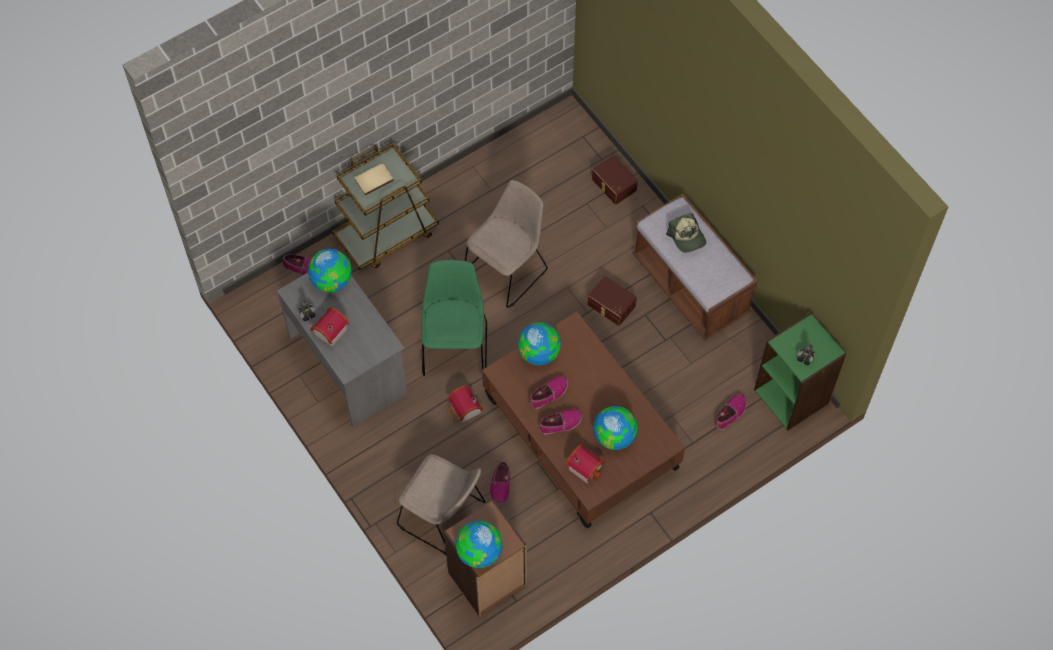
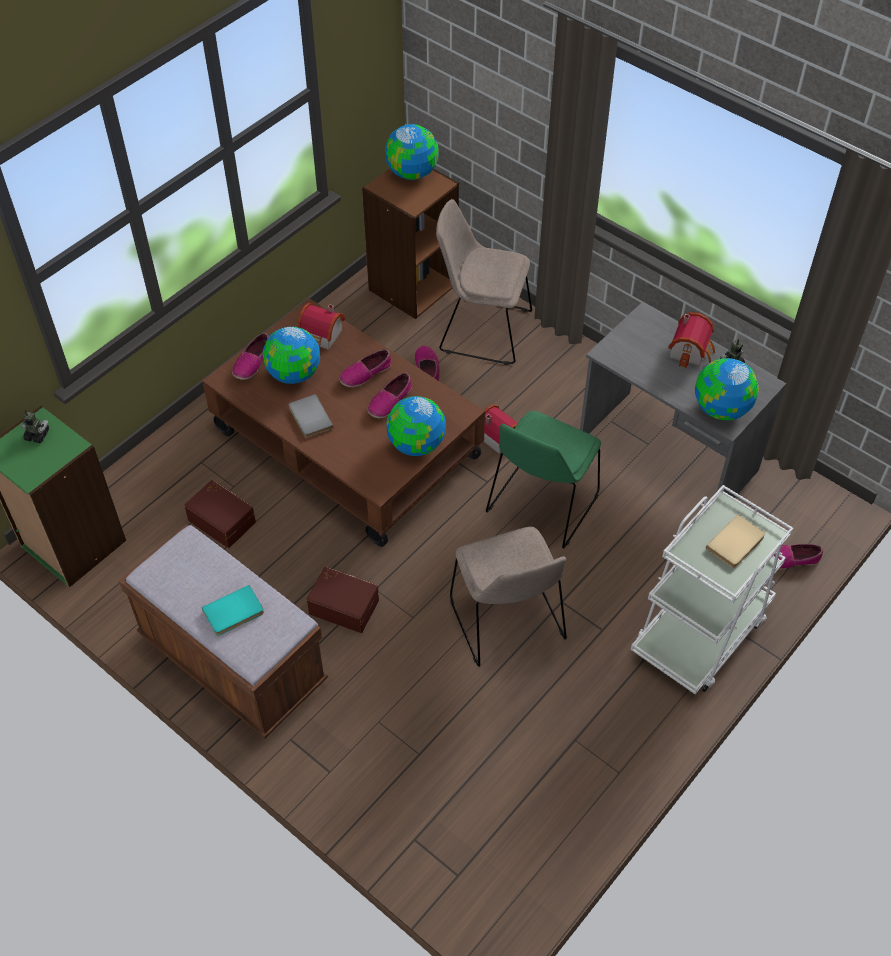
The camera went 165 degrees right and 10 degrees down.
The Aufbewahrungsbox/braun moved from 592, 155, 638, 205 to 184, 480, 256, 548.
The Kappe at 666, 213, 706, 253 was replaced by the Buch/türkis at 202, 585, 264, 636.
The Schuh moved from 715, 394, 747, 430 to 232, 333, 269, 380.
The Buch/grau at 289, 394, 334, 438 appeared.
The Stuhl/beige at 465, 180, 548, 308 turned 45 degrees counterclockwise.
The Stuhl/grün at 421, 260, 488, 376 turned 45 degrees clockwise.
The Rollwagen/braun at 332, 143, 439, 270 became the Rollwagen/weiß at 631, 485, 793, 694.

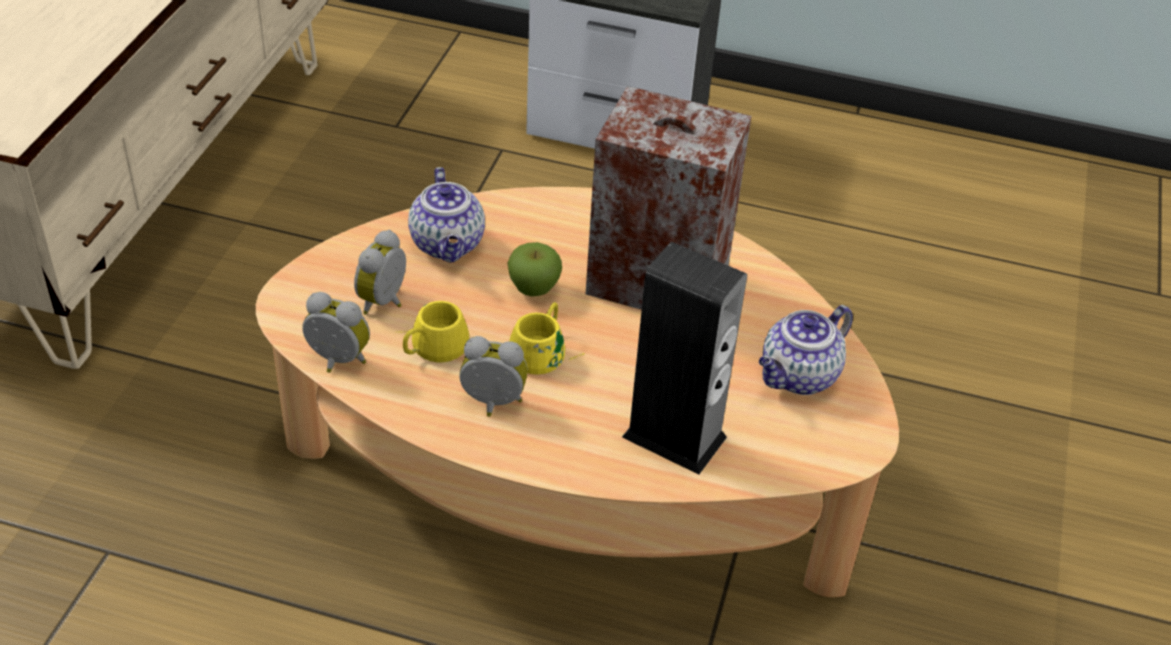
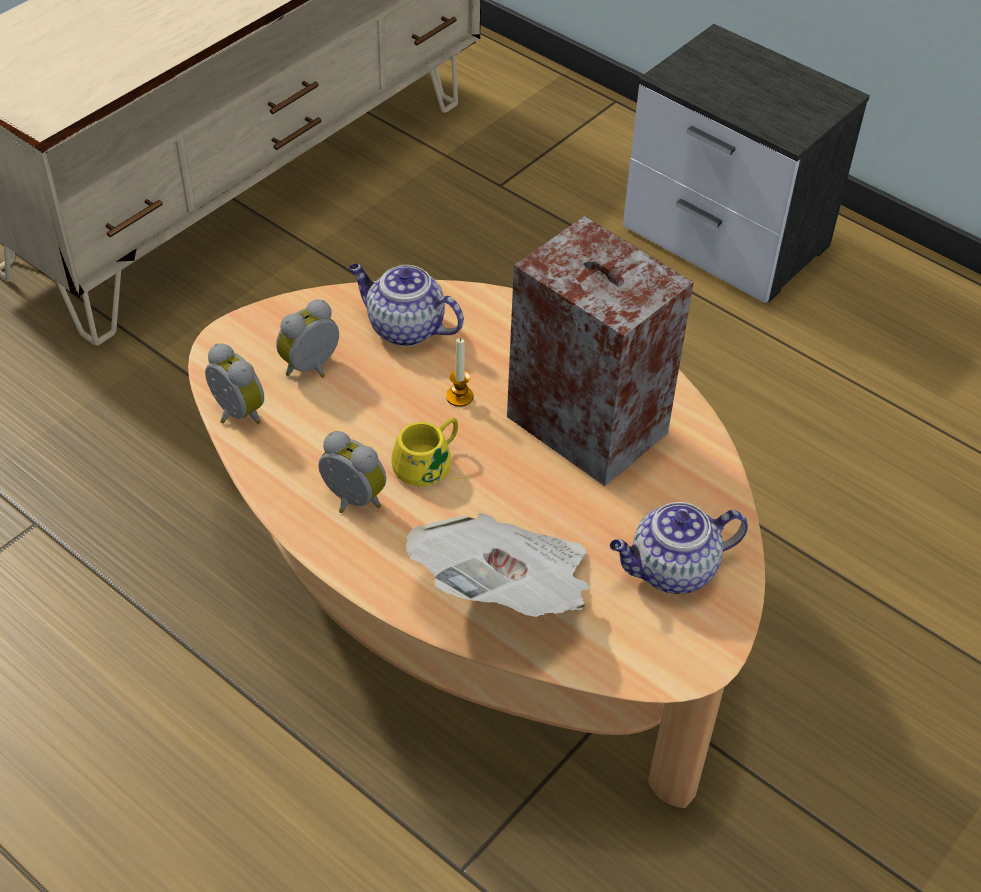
The camera went 25 degrees right and 5 degrees up.
The Teekanne at 408, 167, 485, 263 turned 105 degrees clockwise.
The Lautsprecher at 622, 242, 747, 475 was replaced by the Zeitung at 406, 513, 590, 617.
The Apfel at 507, 242, 562, 296 was replaced by the Kerze at 446, 338, 474, 407.
The Henkelbecher/gelb at 397, 301, 469, 362 disappeared.

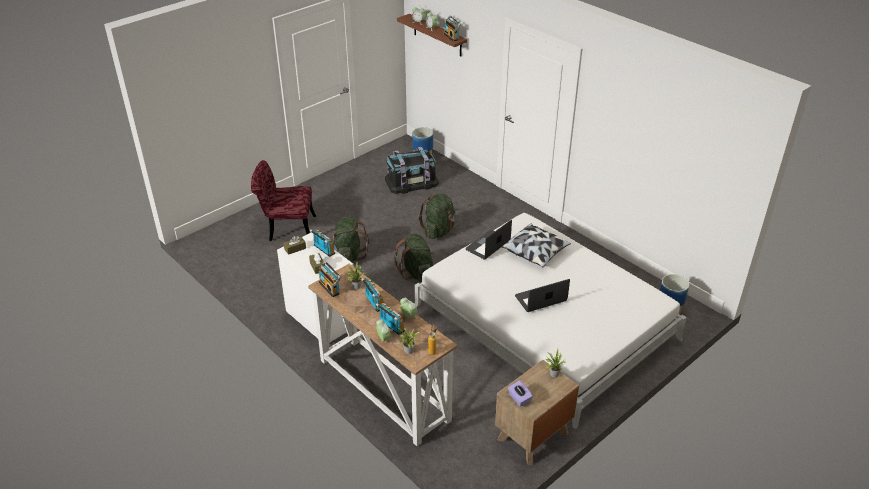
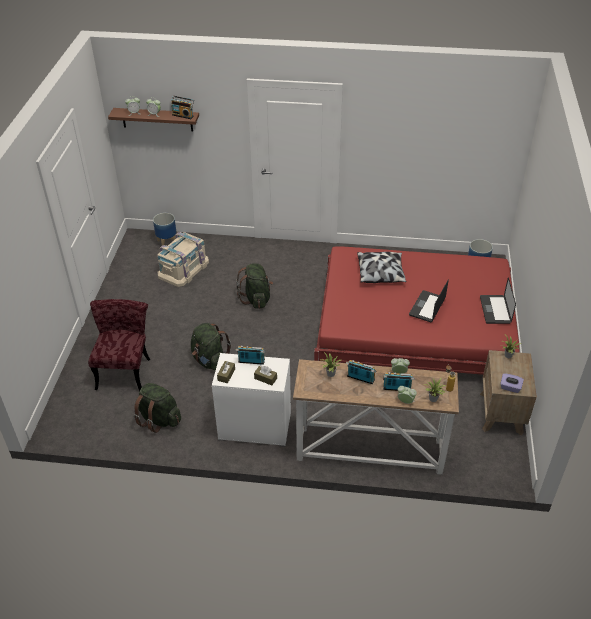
The camera went 40 degrees left and 5 degrees up.
The Stuhl/rot at 251, 160, 316, 241 turned 135 degrees clockwise.
The Rucksack/grün moved from 394, 234, 434, 282 to 134, 383, 181, 433.
The Aufbewahrungsbox/schwarz at 385, 147, 439, 194 became the Aufbewahrungsbox/beige at 157, 232, 209, 287.
The Bett/weiß at 414, 213, 687, 429 became the Bett/rot at 314, 246, 519, 375.
The Laptop moved from 466, 219, 512, 260 to 480, 277, 516, 324.
The Radio at 319, 261, 341, 297 disappeared.

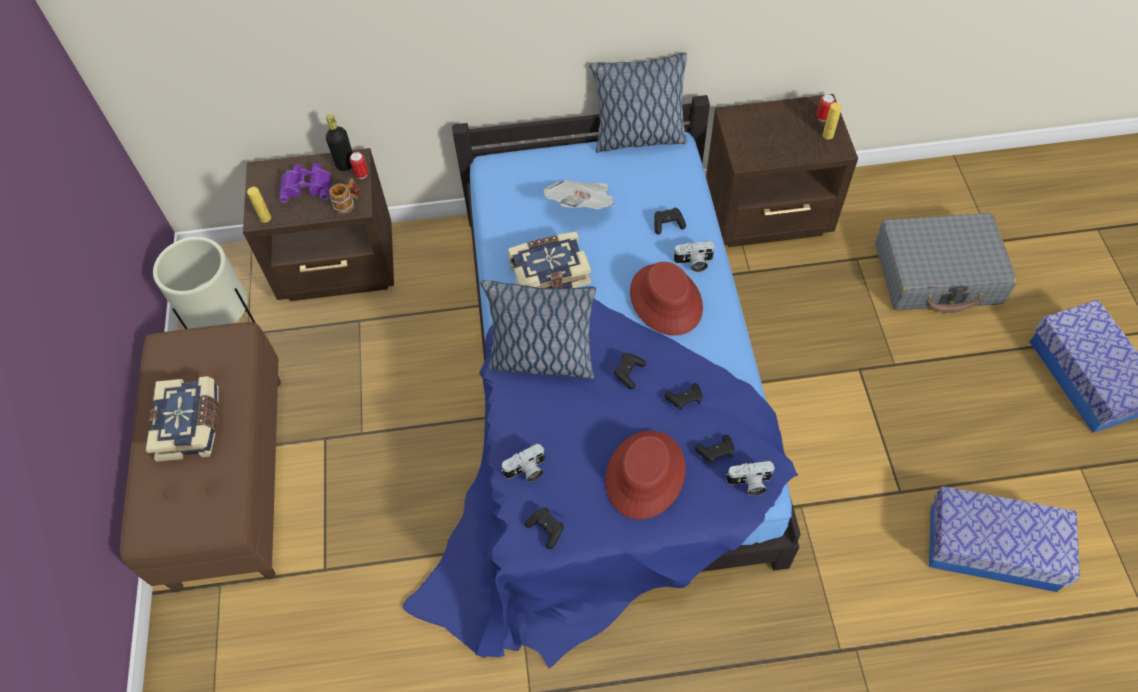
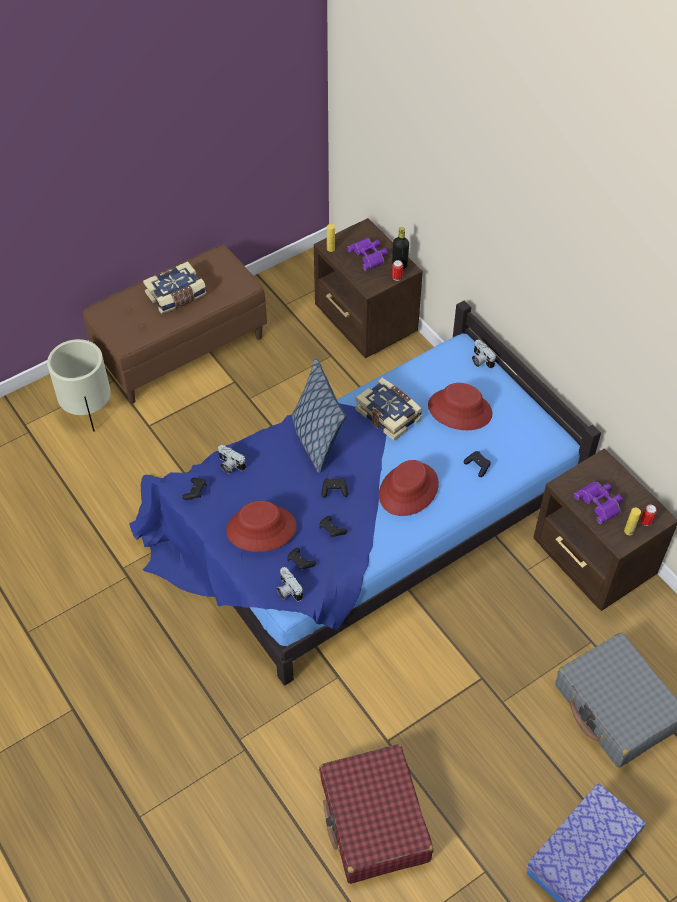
The camera went 60 degrees right and 5 degrees down.
The Pflanzkübel/beige moved from 153, 237, 256, 329 to 47, 339, 111, 432.
The Aufbewahrungsbox at 929, 486, 1080, 592 was replaced by the Koffer/rot at 319, 744, 433, 884.
The Zeitung at 544, 180, 614, 209 was replaced by the Hut/rot at 428, 383, 492, 430.
The Kamera moved from 673, 241, 715, 272 to 472, 340, 496, 369.
The Fernglas/lila at 574, 482, 623, 524 appeared.
The Henkelbecher at 329, 178, 360, 214 disappeared.
The Kissen at 589, 53, 687, 153 disappeared.

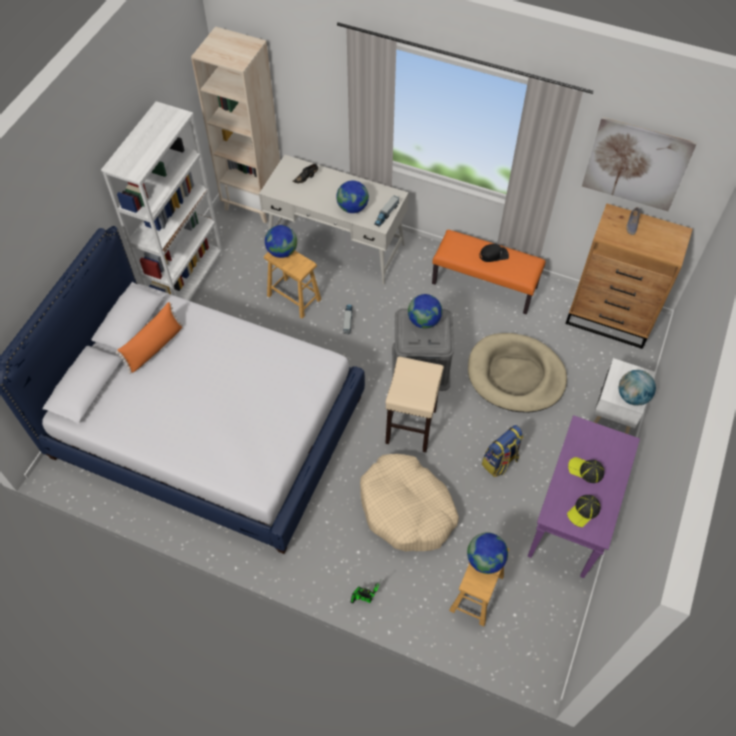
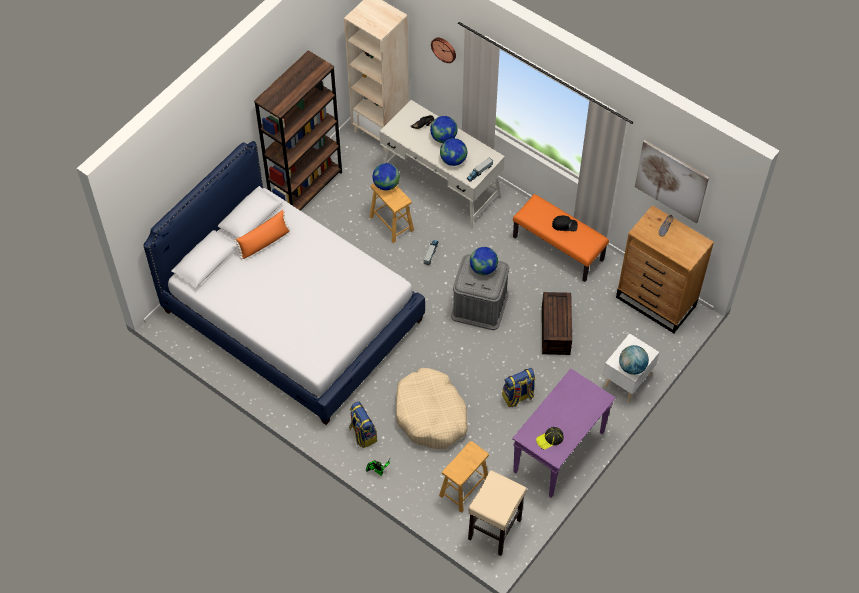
The camera went 15 degrees right and 0 degrees up.
The Bücherregal/weiß at 101, 101, 223, 301 became the Bücherregal/braun at 254, 50, 342, 211.
The Rucksack at 349, 401, 377, 448 appeared.
The Globus moved from 467, 532, 508, 574 to 430, 116, 458, 143.
The Wanduhr at 431, 38, 456, 63 appeared.
The Hocker/beige moved from 385, 356, 444, 452 to 468, 470, 527, 556.
The Hundebett/beige at 468, 333, 567, 413 was replaced by the Aufbewahrungsbox/braun at 542, 292, 572, 355.
The Kappe at 568, 457, 604, 483 disappeared.

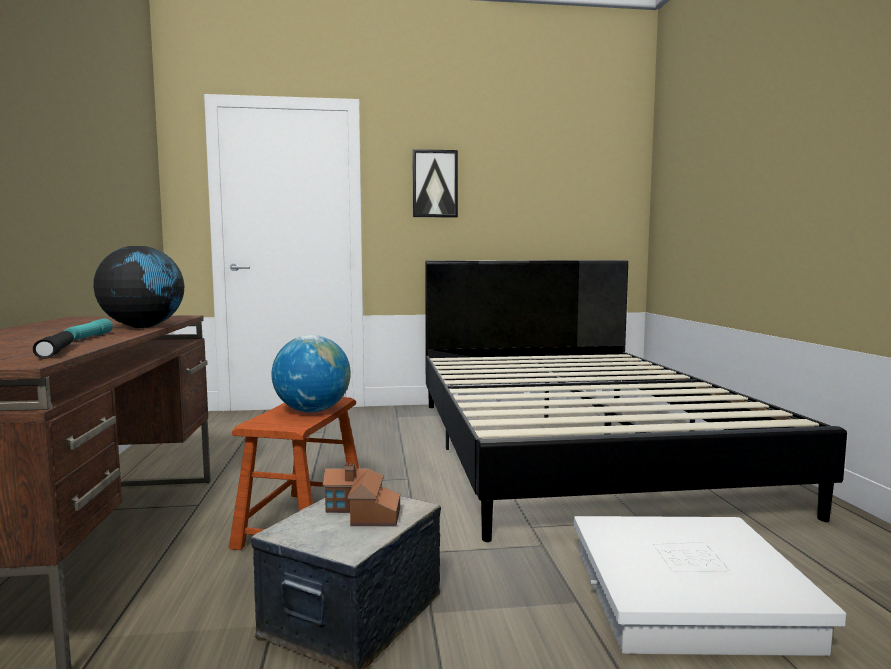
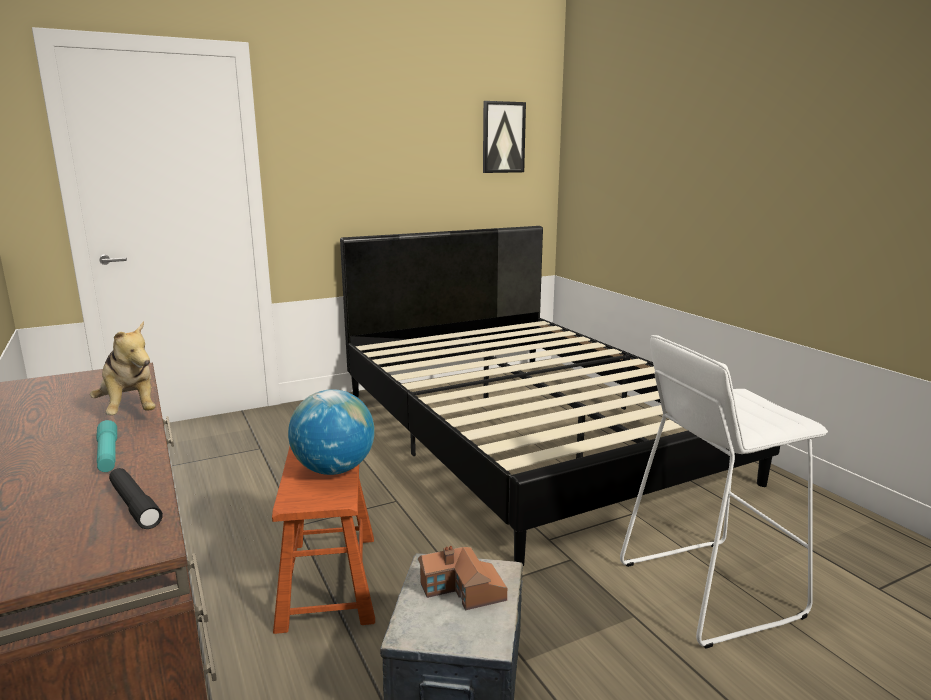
The camera went 20 degrees left and 10 degrees up.
The Globus at 93, 246, 184, 328 was replaced by the Plüschtier at 90, 321, 156, 415.
The Bild moved from 412, 149, 458, 218 to 483, 101, 526, 173.
The Aufbewahrungsbox/weiß at 574, 516, 846, 656 was replaced by the Hocker/weiß at 620, 335, 828, 649.

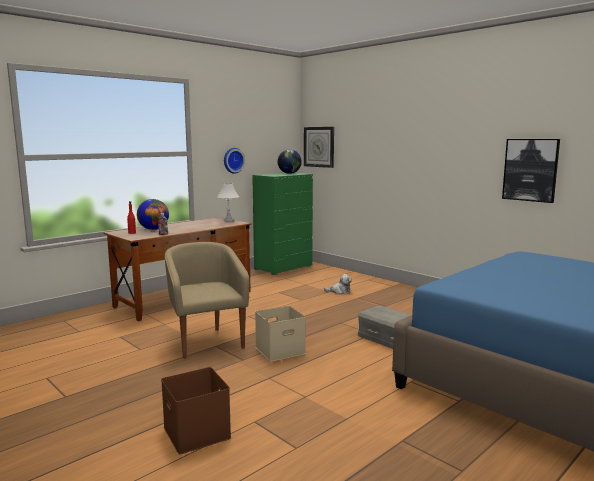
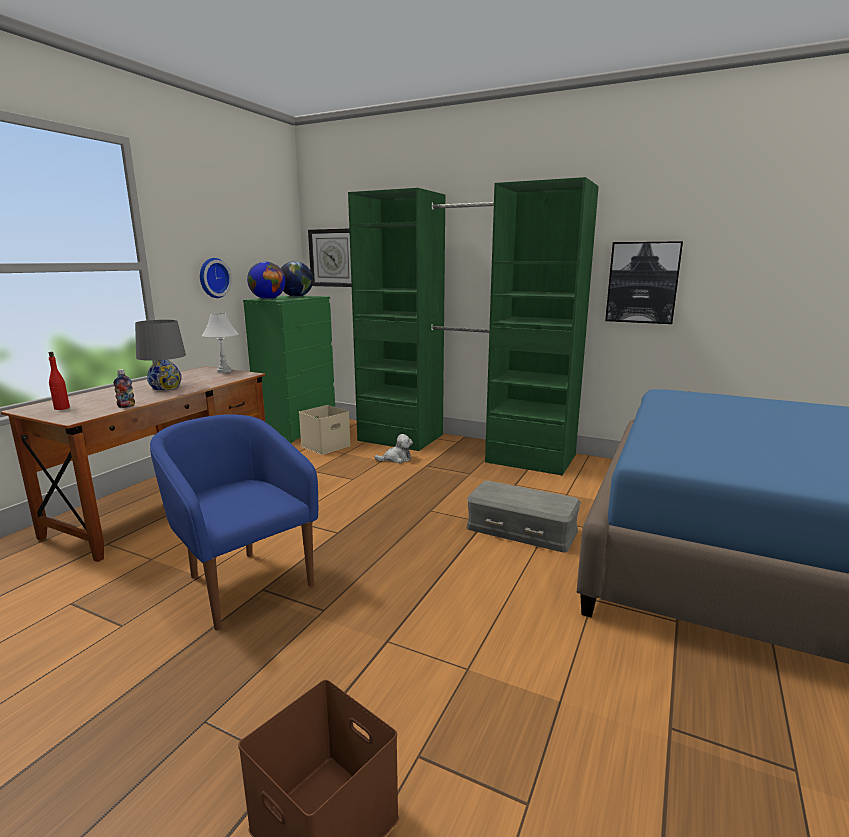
The camera went 20 degrees left and 5 degrees up.
The Tischlampe/grau at 135, 320, 186, 390 appeared.
The Sessel/beige at 165, 242, 249, 359 became the Sessel/blau at 150, 414, 318, 630.
The Globus moved from 137, 199, 169, 230 to 247, 261, 286, 299.
The Aufbewahrungsbox/beige moved from 255, 305, 306, 362 to 299, 405, 351, 455.
The Kleiderschrank/grün at 348, 177, 599, 476 appeared.

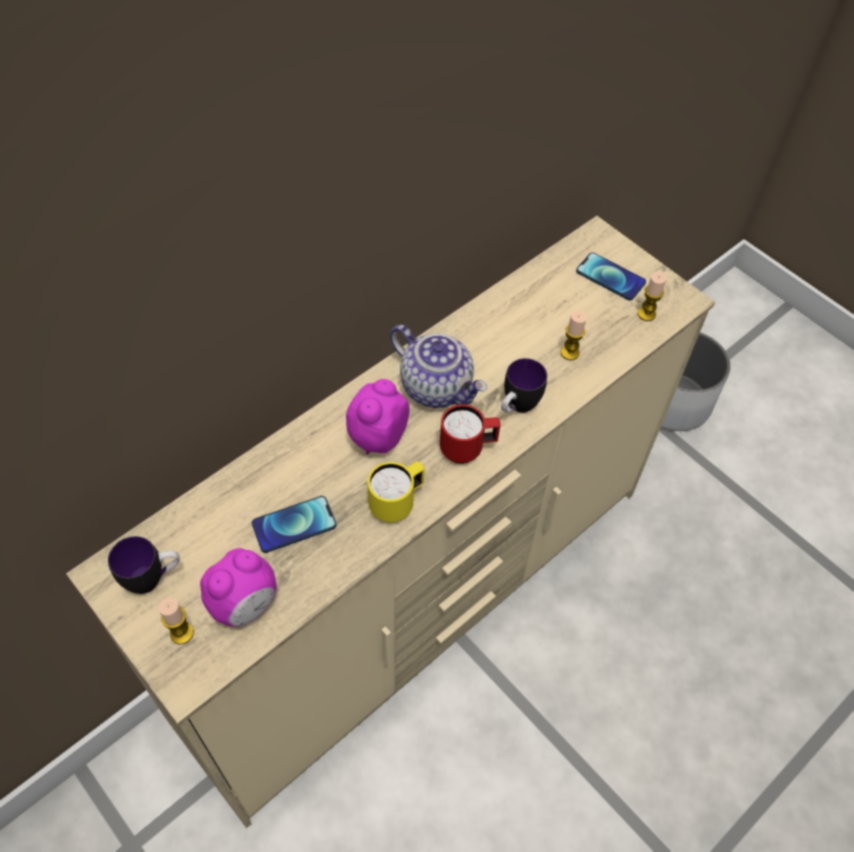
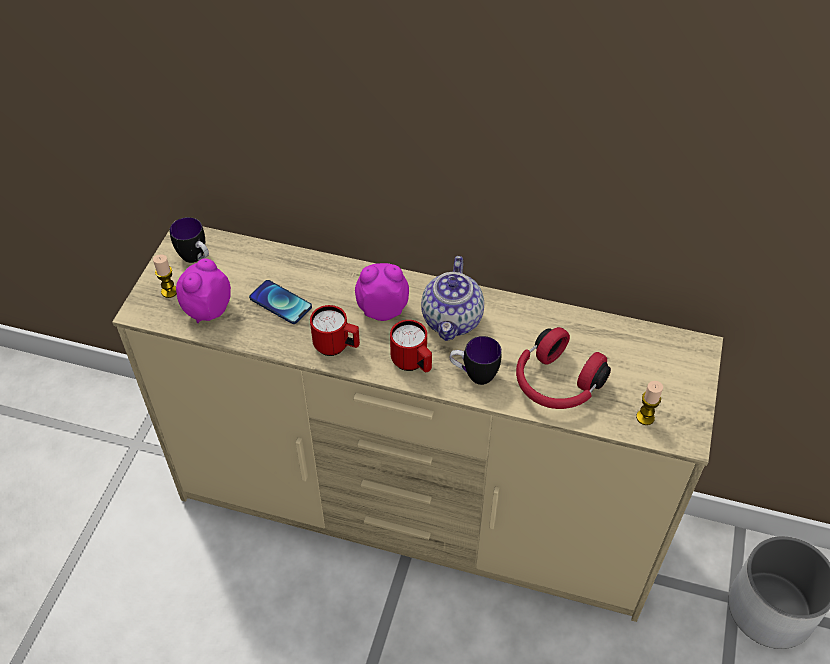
The camera went 60 degrees right and 5 degrees down.
The Wecker at 200, 548, 276, 627 turned 105 degrees clockwise.
The Henkelbecher/gelb at 368, 461, 424, 523 became the Henkelbecher/rot at 310, 305, 360, 356.
The Kerze at 561, 311, 587, 360 was replaced by the Kopfhörer/rot at 516, 327, 611, 409.
The Handy at 576, 252, 646, 300 disappeared.

